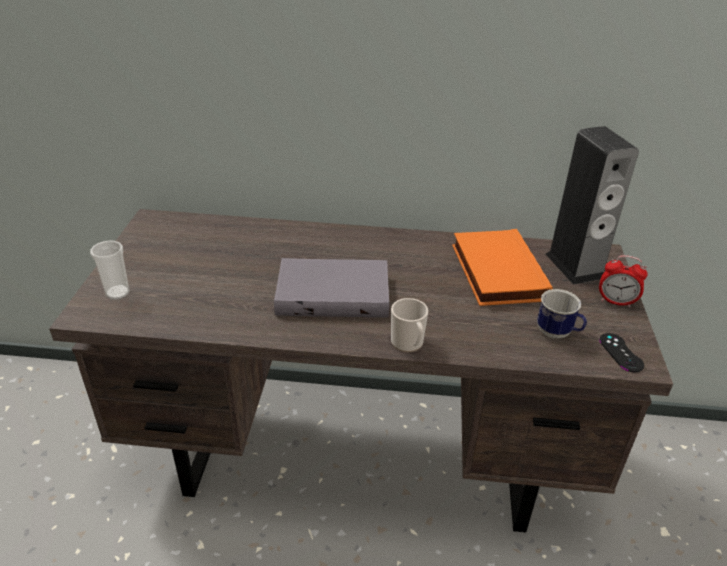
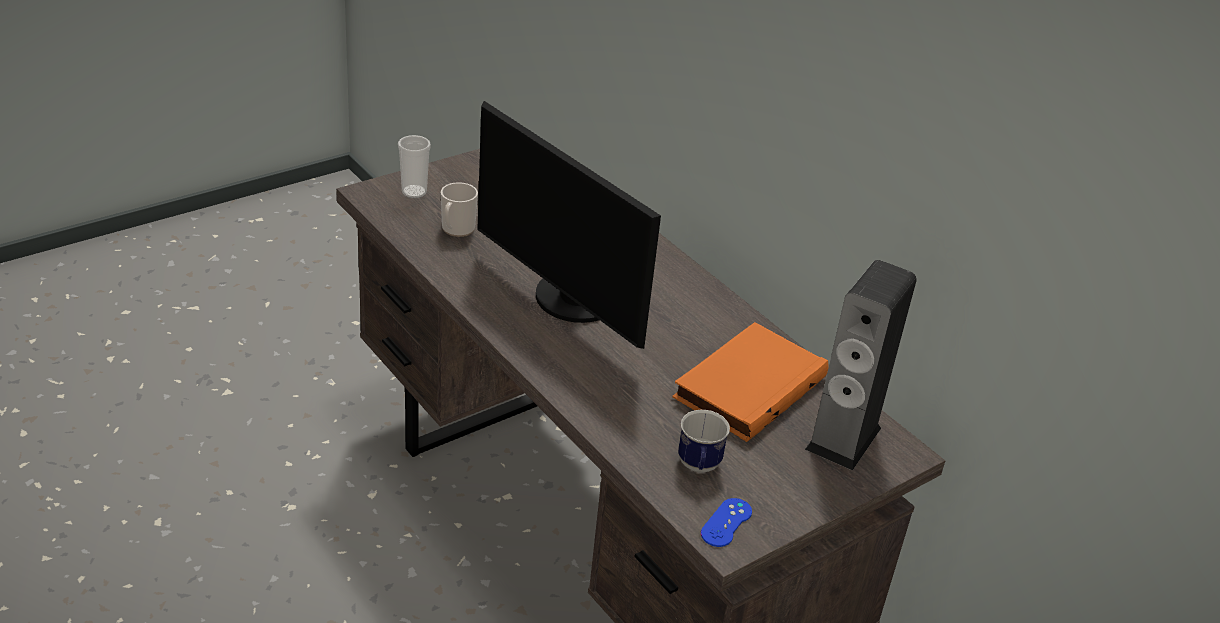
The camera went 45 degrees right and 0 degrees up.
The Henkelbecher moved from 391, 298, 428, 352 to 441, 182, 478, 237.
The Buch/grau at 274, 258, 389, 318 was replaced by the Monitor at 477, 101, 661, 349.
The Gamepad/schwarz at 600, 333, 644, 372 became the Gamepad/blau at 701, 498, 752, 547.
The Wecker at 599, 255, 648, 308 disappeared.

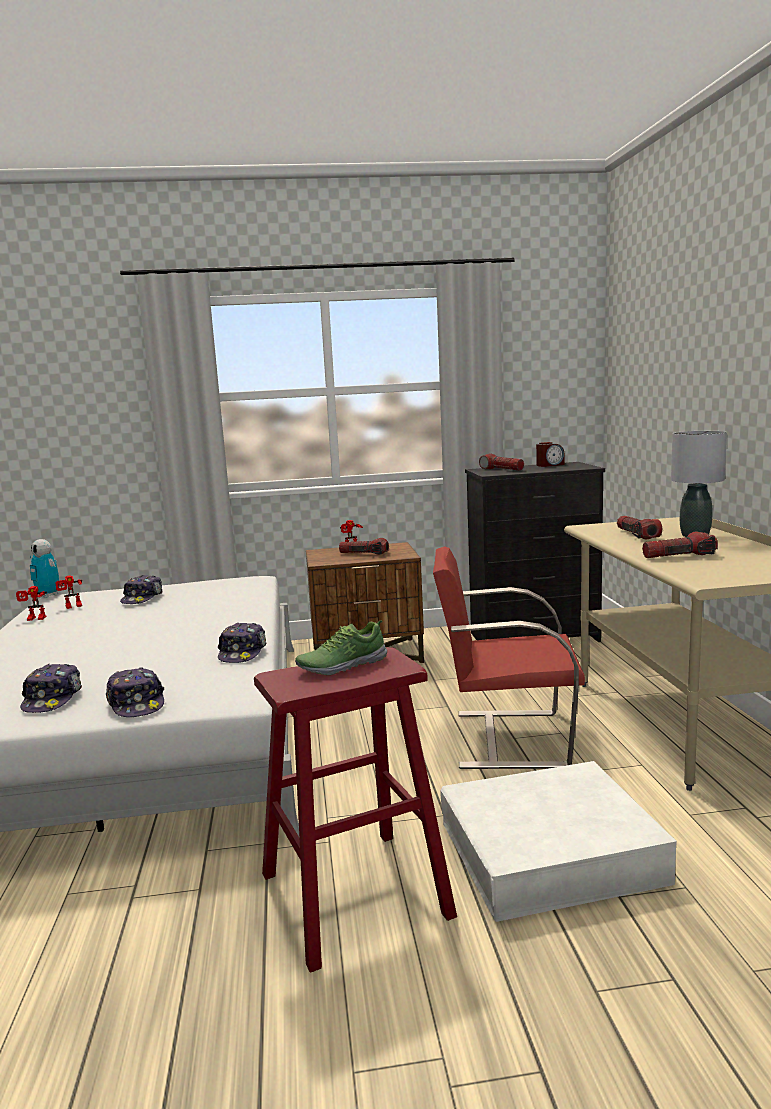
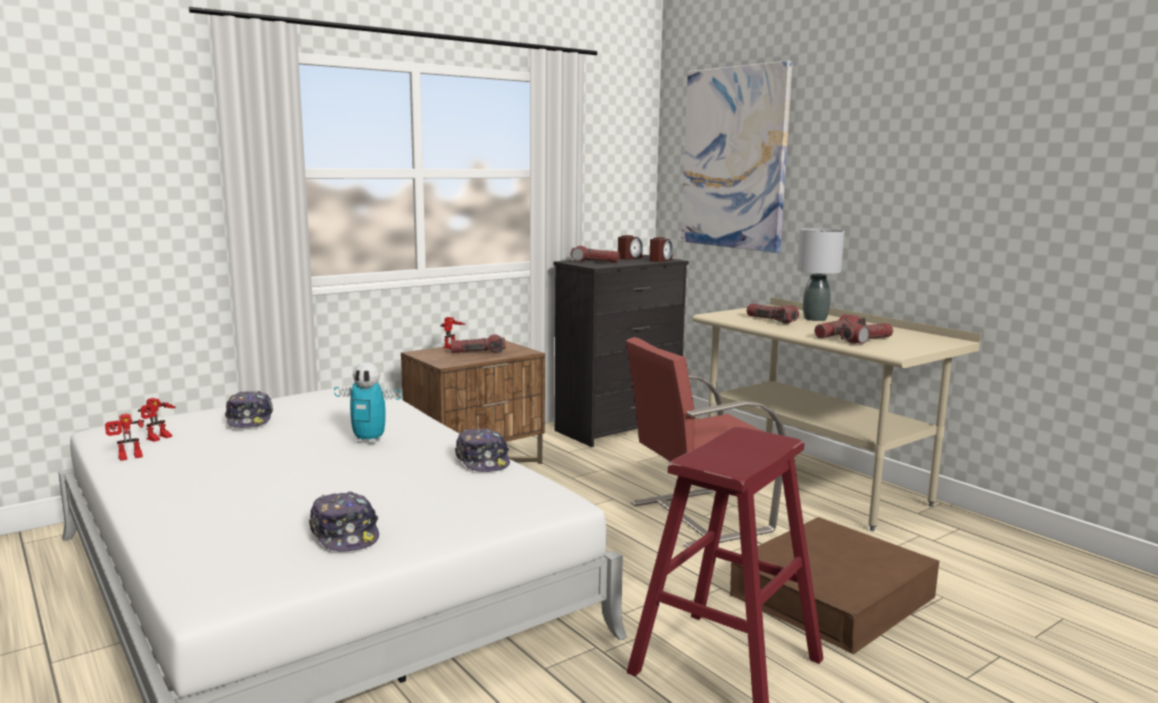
The camera went 30 degrees left and 0 degrees up.
The Spielzeugroboter moved from 30, 539, 59, 598 to 334, 362, 401, 444.
The Wecker at 649, 237, 673, 262 appeared.
The Bild at 681, 61, 793, 253 appeared.
The Aufbewahrungsbox/weiß at 440, 761, 677, 922 became the Aufbewahrungsbox/braun at 730, 517, 939, 654.
The Taschenlampe at 840, 323, 893, 344 appeared.
The Kappe at 106, 667, 164, 717 disappeared.
The Schuh at 295, 620, 387, 675 disappeared.

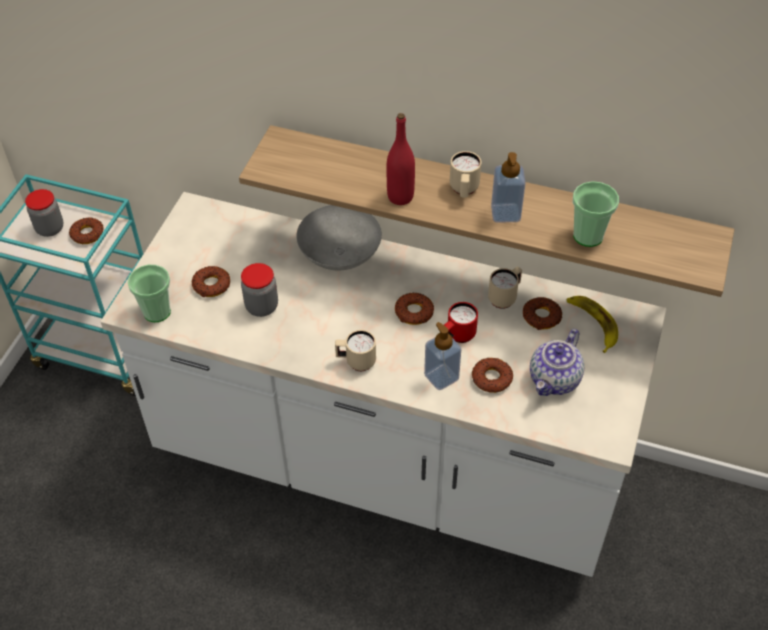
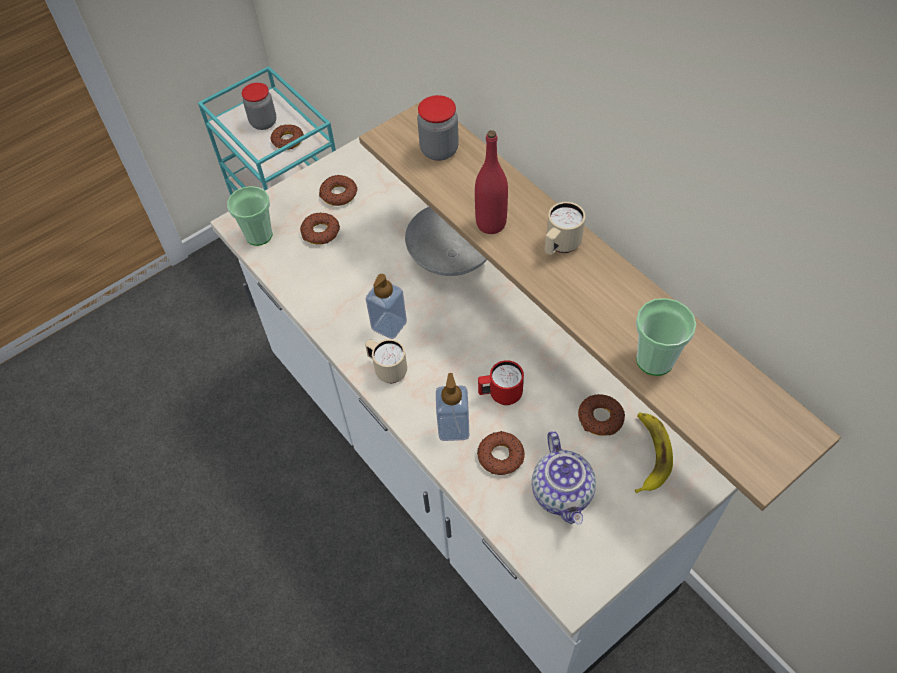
The camera went 35 degrees right and 5 degrees up.
The Donut moved from 395, 292, 434, 325 to 319, 175, 357, 206.
The Seifenspender moved from 491, 152, 526, 223 to 366, 274, 407, 339.
The Vorratsglas moved from 241, 263, 278, 317 to 417, 95, 459, 161.
The Teekanne at 530, 329, 584, 396 turned 75 degrees counterclockwise.
The Henkelbecher/beige at 488, 267, 522, 309 disappeared.

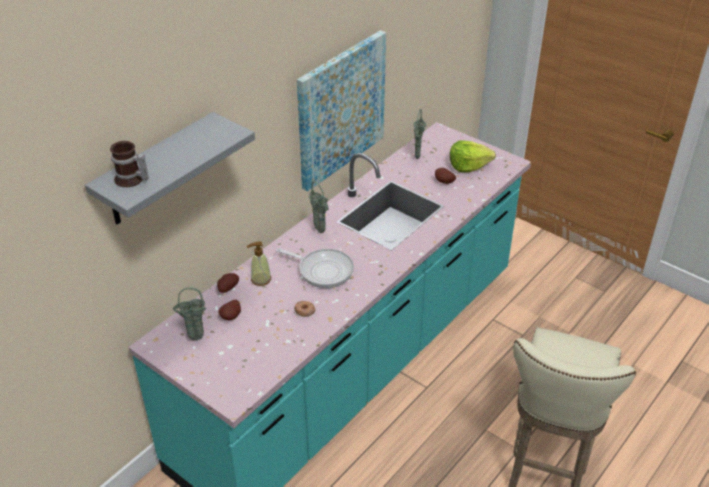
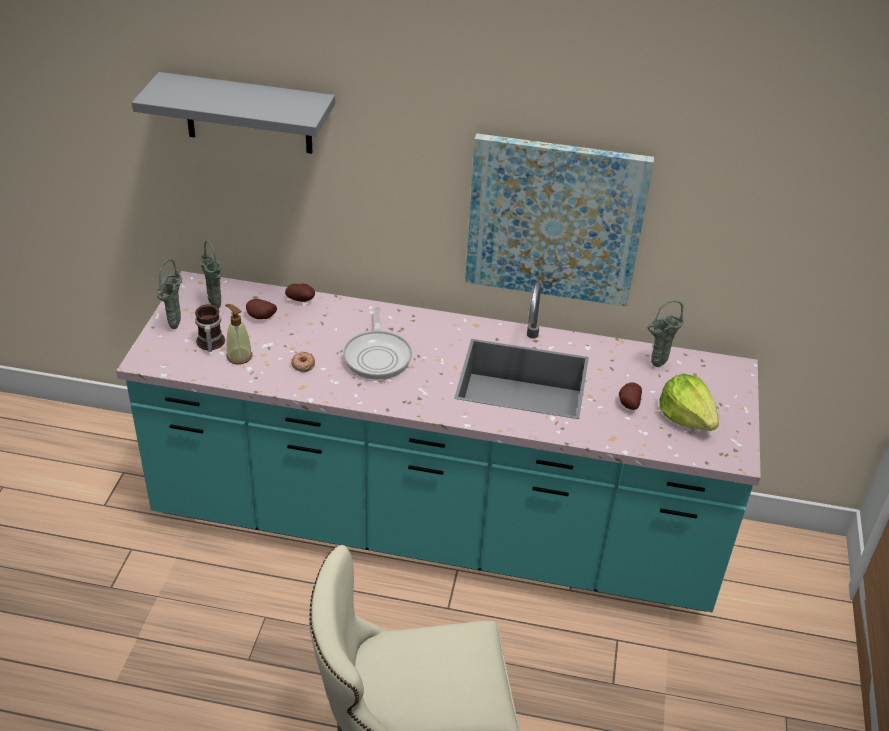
The camera went 60 degrees right and 0 degrees up.
The Vase/grün moved from 309, 181, 329, 233 to 157, 259, 182, 329.
The Henkelbecher moved from 110, 141, 149, 187 to 195, 304, 225, 352.
The Seifenspender moved from 247, 241, 271, 286 to 225, 304, 252, 364.

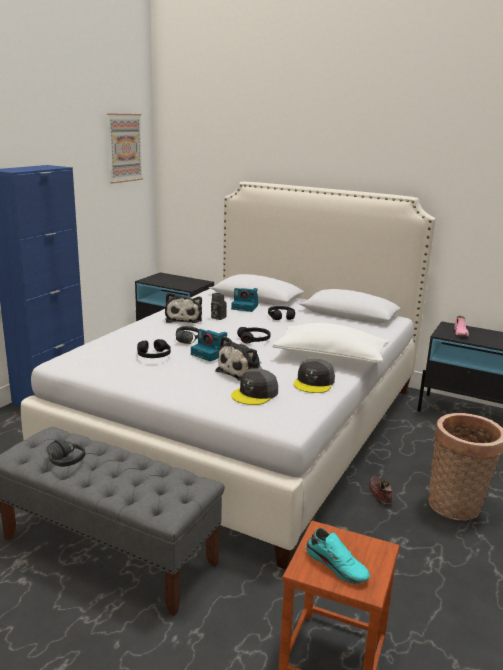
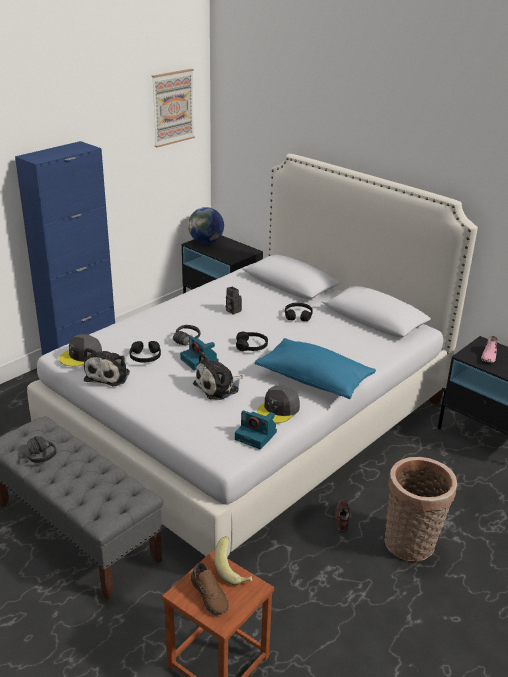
The camera went 15 degrees right and 10 degrees up.
The Kappe/grau moved from 231, 368, 278, 405 to 59, 334, 102, 366.
The Plüschtier moved from 165, 293, 202, 323 to 84, 347, 130, 386.
The Globus at 188, 207, 224, 244 appeared.
The Schuh/türkis at 306, 528, 370, 584 became the Schuh/braun at 191, 563, 229, 615.
The Banane at 214, 536, 252, 585 appeared.
The Kamera moved from 231, 288, 258, 312 to 235, 410, 277, 449.
The Kissen/weiß at 272, 323, 389, 364 became the Kissen/blau at 255, 338, 376, 399.

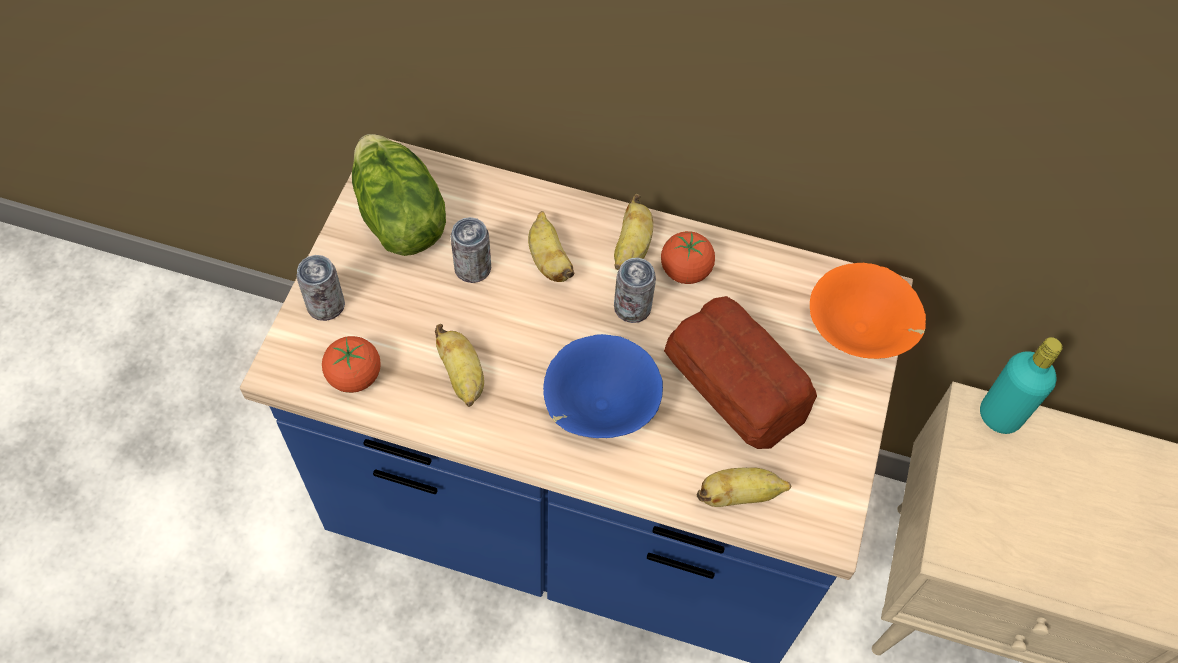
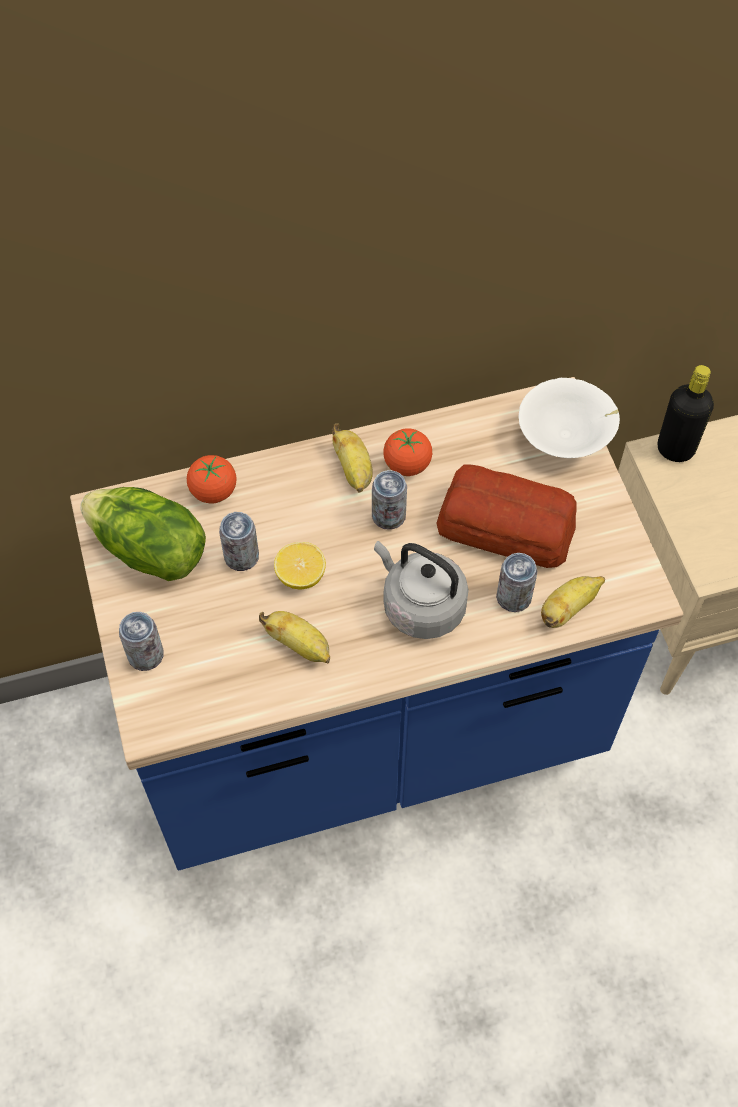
The camera went 30 degrees left and 0 degrees up.
The Tomate moved from 322, 336, 381, 393 to 187, 455, 236, 503.
The Zitrone at 274, 542, 326, 589 appeared.
The Schüssel/blau at 543, 334, 663, 438 was replaced by the Wasserkessel/grau at 374, 541, 469, 639.
The Dose at 496, 553, 537, 612 appeared.
The Schüssel/orange at 810, 263, 926, 359 became the Schüssel/weiß at 519, 378, 620, 458.
The Flasche/türkis at 980, 337, 1063, 434 became the Flasche/schwarz at 657, 365, 714, 462.
The Banane at 528, 211, 574, 282 disappeared.

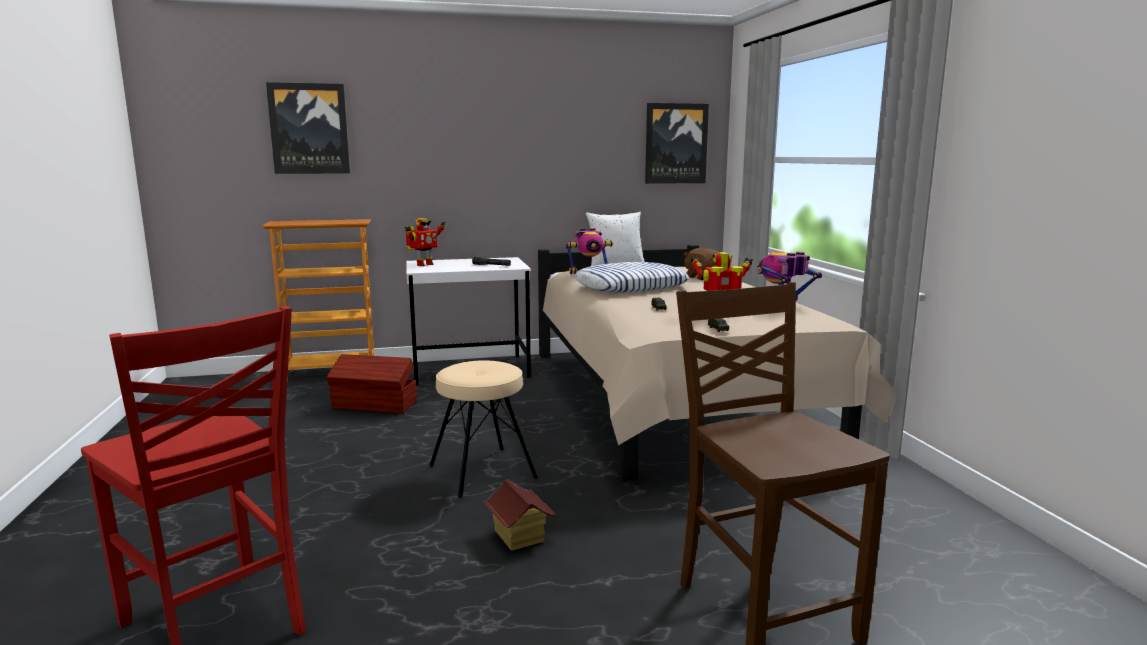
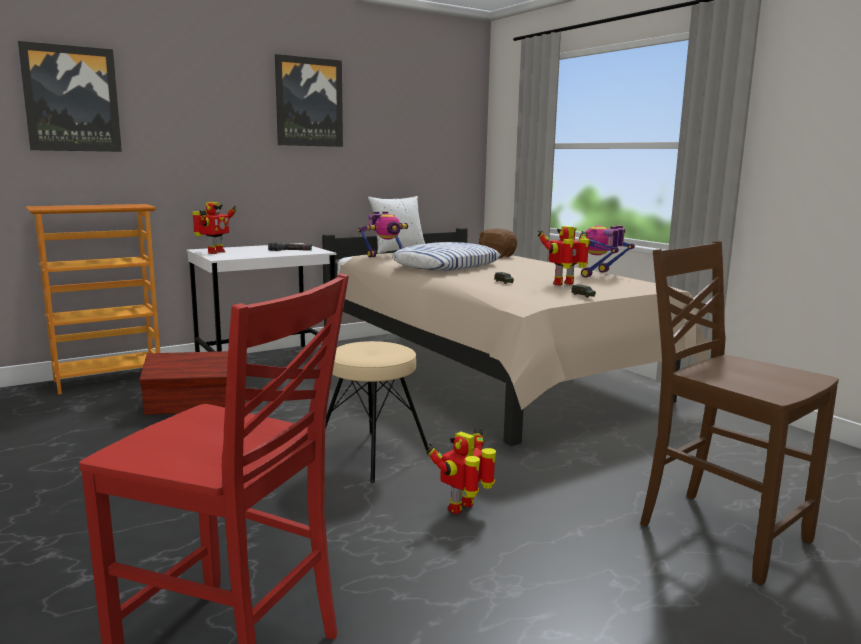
The camera went 20 degrees left and 0 degrees up.
The Bild moved from 645, 103, 709, 184 to 275, 54, 343, 147.
The Spielzeughaus at 483, 479, 555, 551 was replaced by the Spielzeugroboter at 426, 428, 496, 514.

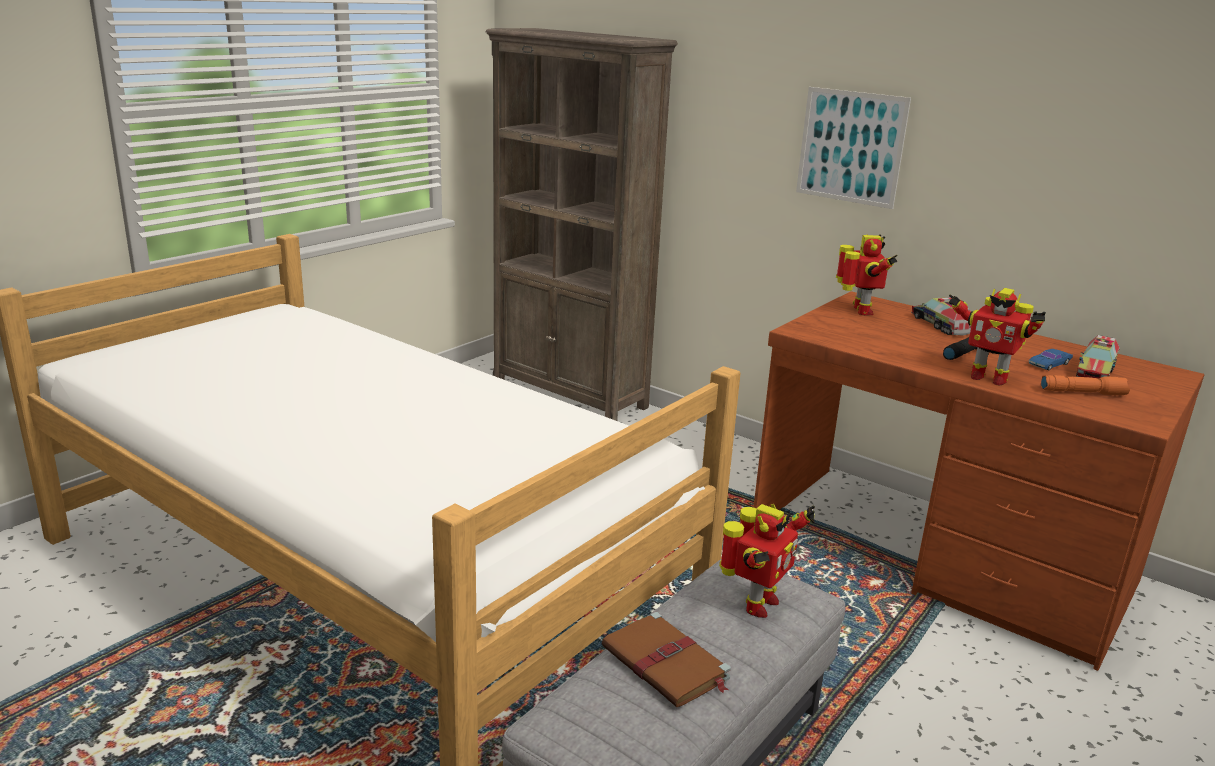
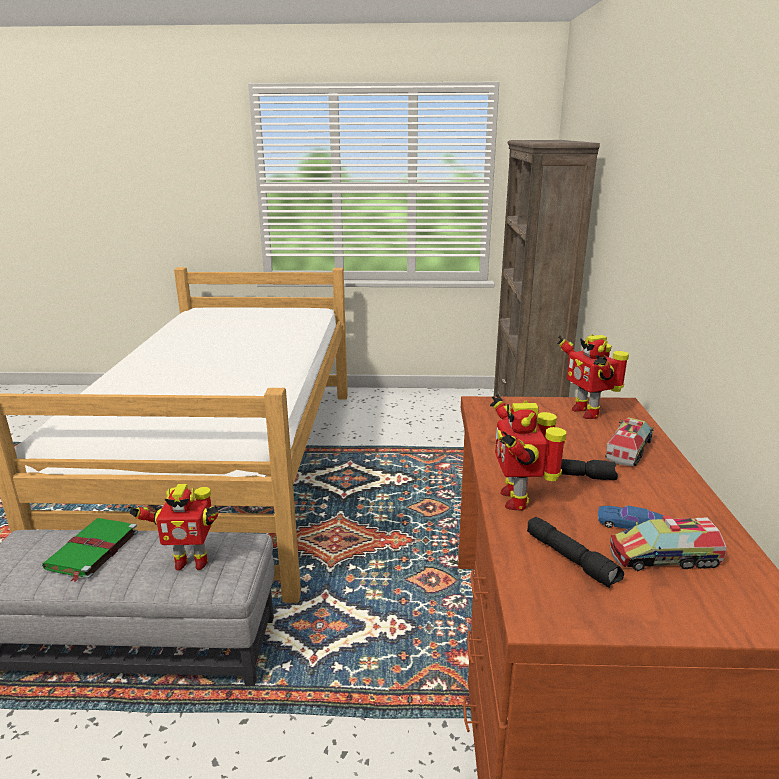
The camera went 55 degrees right and 0 degrees up.
The Buch/braun at 602, 612, 731, 707 became the Buch/grün at 42, 518, 138, 582.
The Taschenlampe/orange at 1040, 375, 1130, 395 became the Taschenlampe/schwarz at 527, 517, 624, 588.
The Spielzeugroboter at 836, 234, 898, 315 turned 105 degrees clockwise.
The Bild at 796, 87, 911, 209 disappeared.

